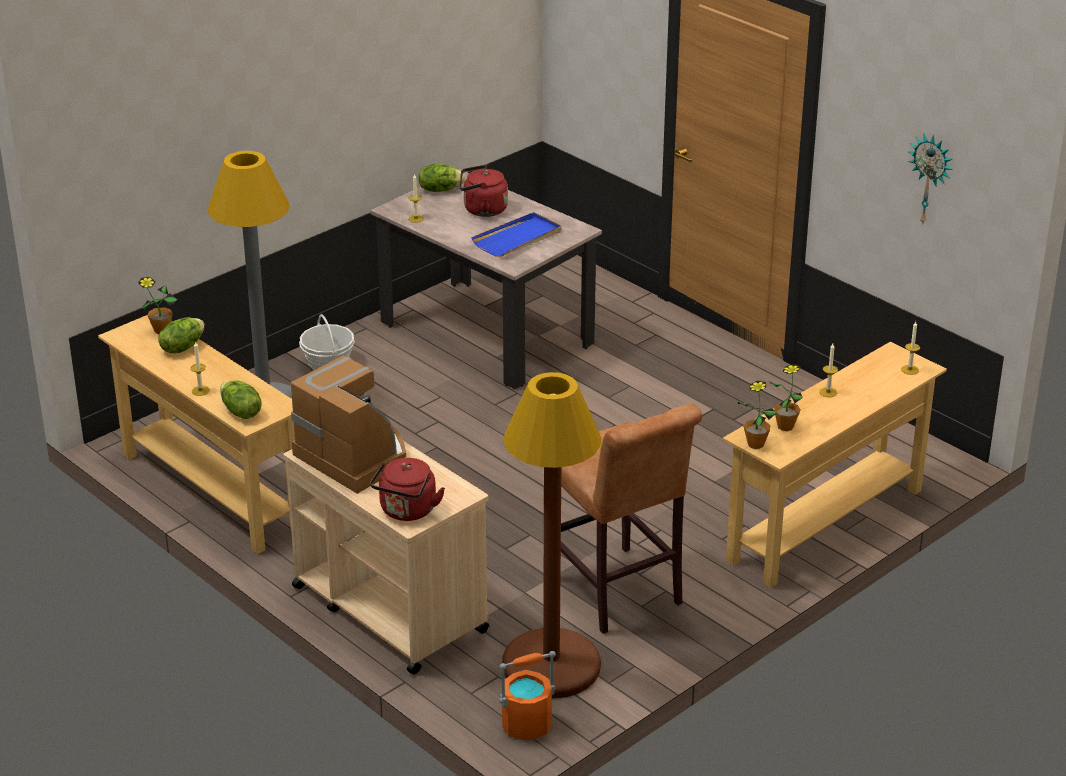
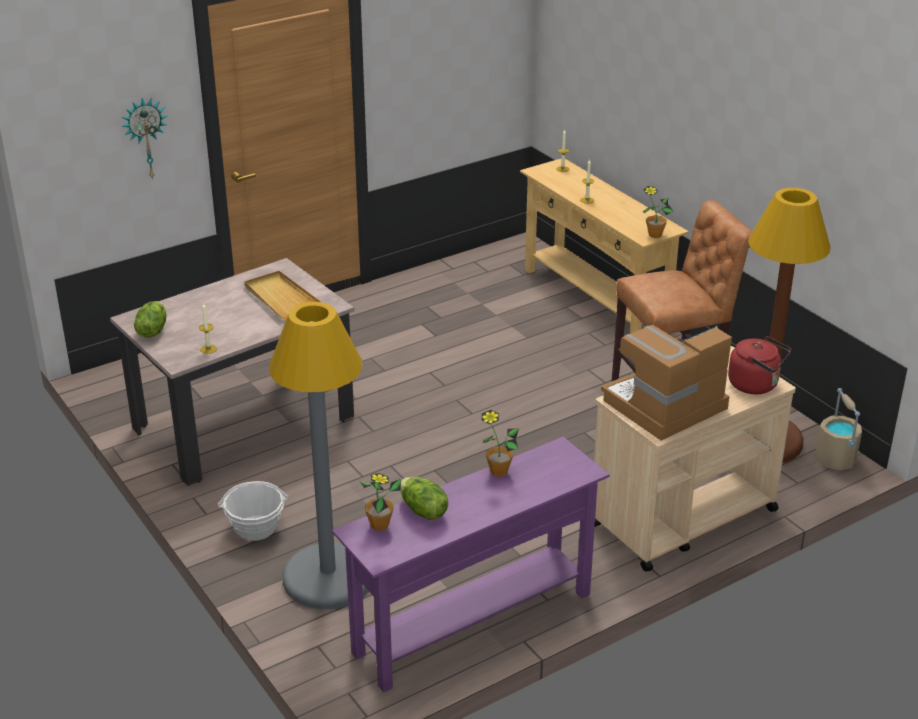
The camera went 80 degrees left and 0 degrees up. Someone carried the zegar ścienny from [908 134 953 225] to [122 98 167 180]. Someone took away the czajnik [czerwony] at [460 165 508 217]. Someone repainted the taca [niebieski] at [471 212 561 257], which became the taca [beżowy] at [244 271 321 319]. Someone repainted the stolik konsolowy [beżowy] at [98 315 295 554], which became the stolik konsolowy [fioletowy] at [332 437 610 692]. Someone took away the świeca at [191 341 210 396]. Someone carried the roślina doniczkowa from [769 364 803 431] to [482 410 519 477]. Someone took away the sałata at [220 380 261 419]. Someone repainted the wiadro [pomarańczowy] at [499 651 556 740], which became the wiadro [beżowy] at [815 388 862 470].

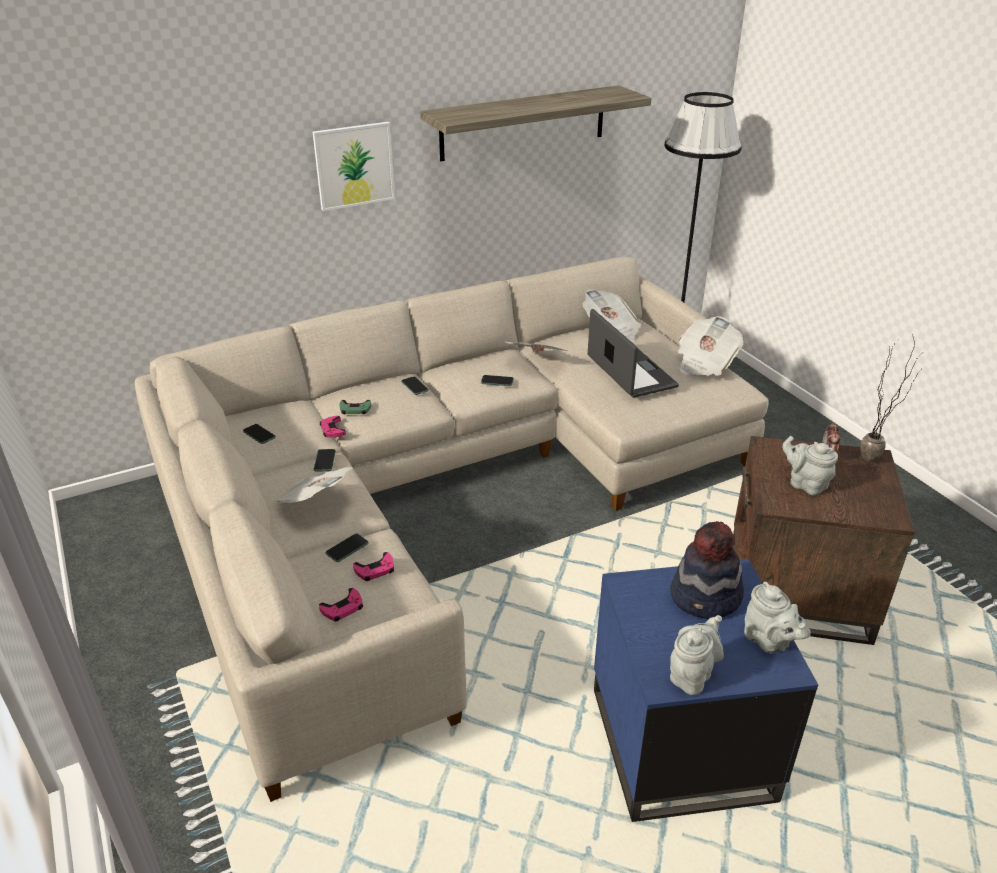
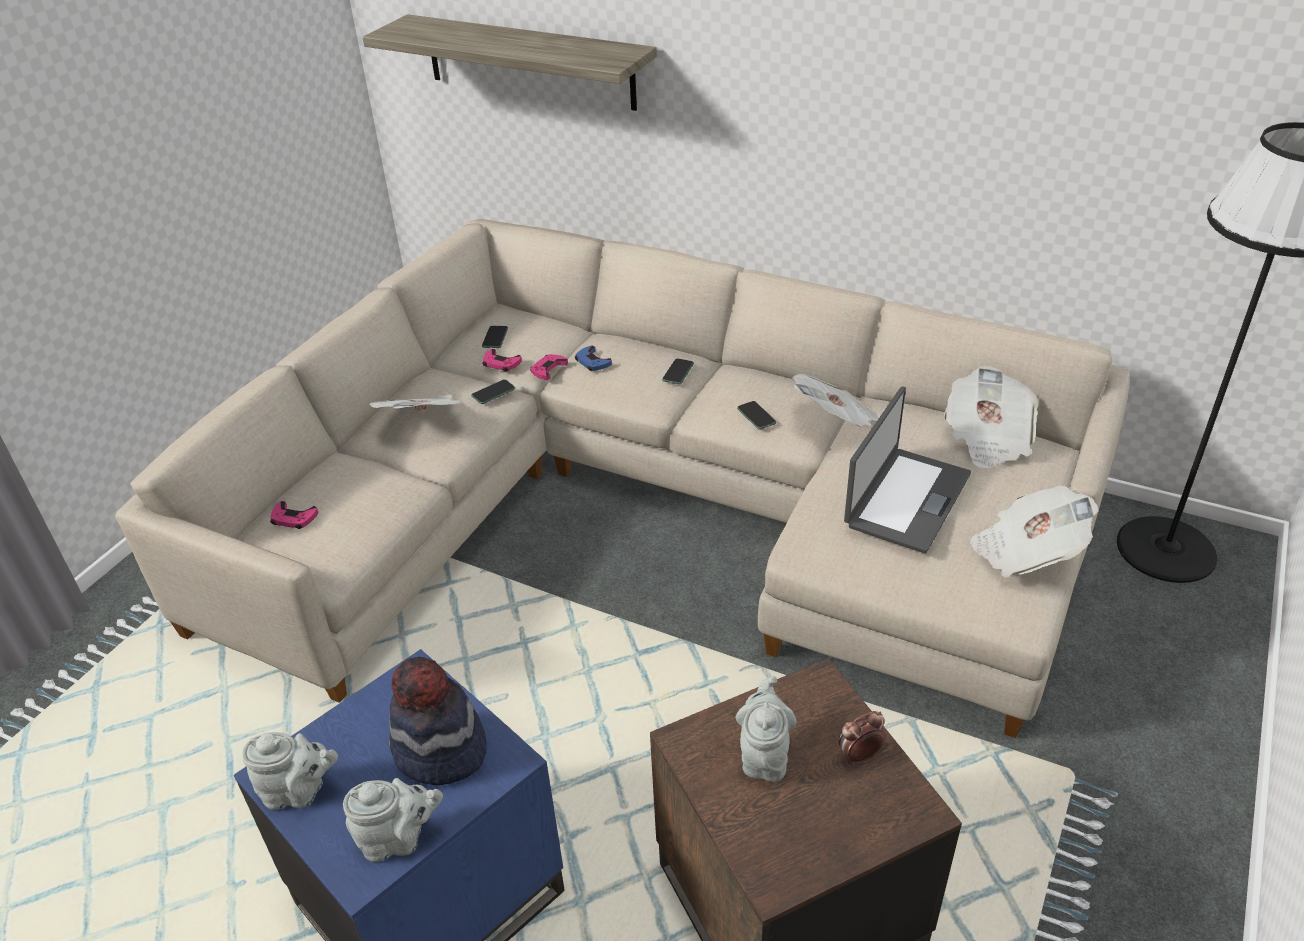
The camera went 55 degrees right and 5 degrees up. Someone carried the półka from [420 85 652 161] to [362 14 657 111]. Someone took away the obraz at [313 122 395 211]. Someone took away the roślina doniczkowa at [860 334 924 462]. Someone repainted the pad do gier [zielony] at [339 400 371 414], which became the pad do gier [niebieski] at [575 346 612 371]. Someone took away the telefon at [325 534 369 562]. Someone carried the pad do gier [różowy] from [353 552 394 581] to [482 349 522 371]. Someone rotated the imbryk [szary] at [744 582 811 654] by 120 degrees counterclockwise.

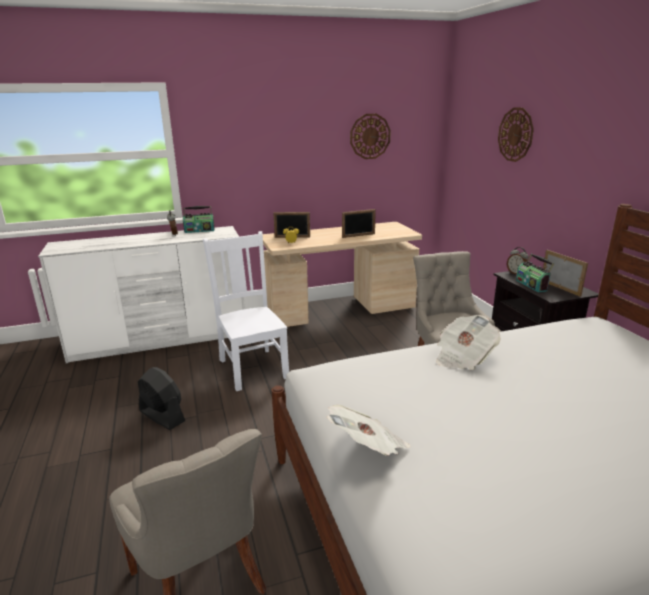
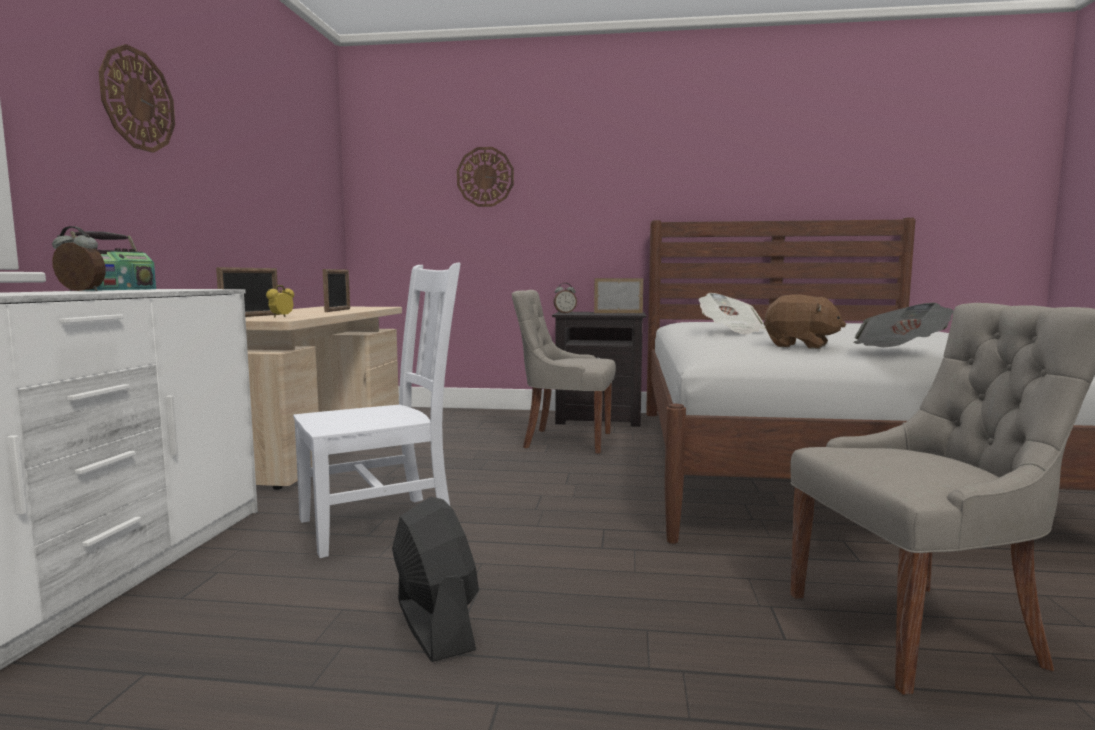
The camera went 65 degrees left and 15 degrees down. Someone carried the zegar ścienny from [350 114 391 159] to [99 44 175 153]. Someone rotated the krzesło [biały] at [203 231 289 391] by 150 degrees clockwise. Someone took away the radio at [516 254 554 292]. Someone rotated the wentylator [czarny] at [138 367 185 430] by 90 degrees clockwise. Someone put down the pluszak [brązowy] at [764 294 846 349].

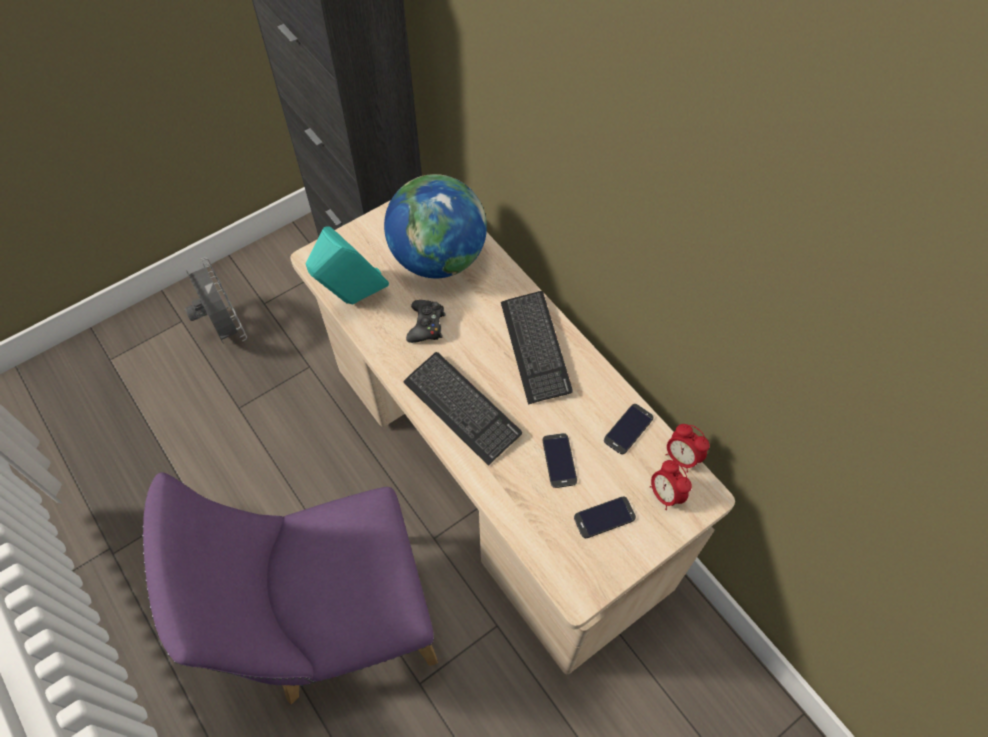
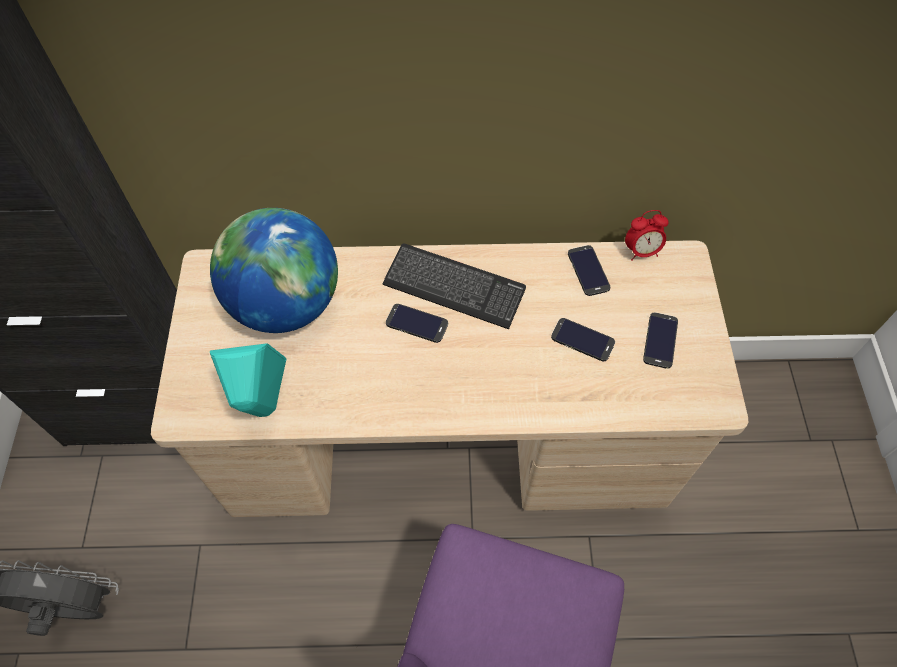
The camera went 55 degrees left and 0 degrees up. Someone took away the pad do gier [czarny] at [406 300 446 343]. Someone took away the klawiatura at [403 352 522 466]. Someone took away the budzik at [650 460 692 510]. Someone put down the telefon at [386 304 448 343].

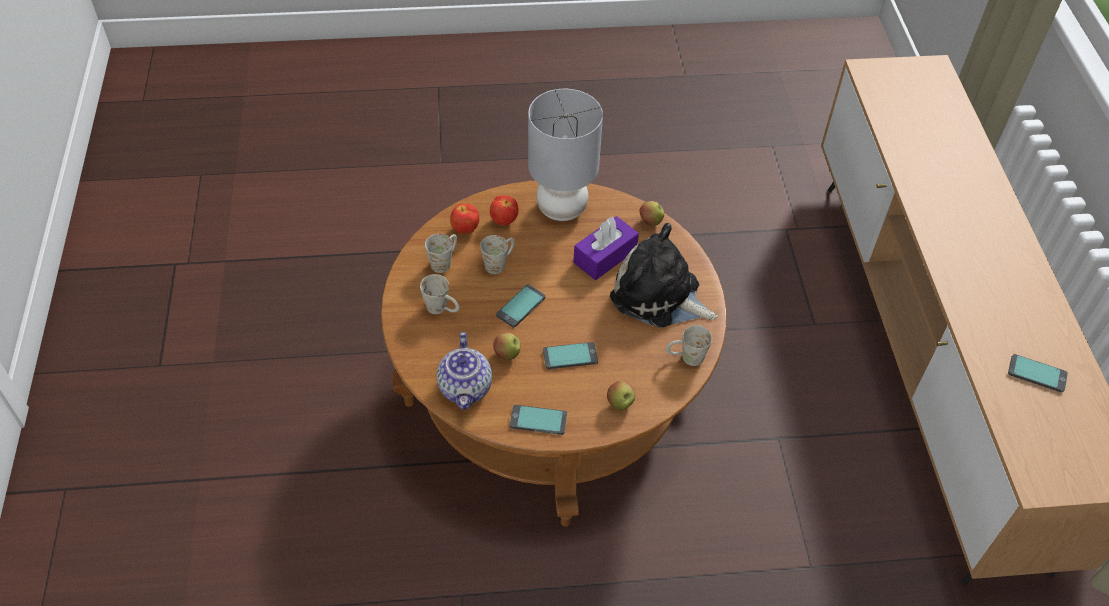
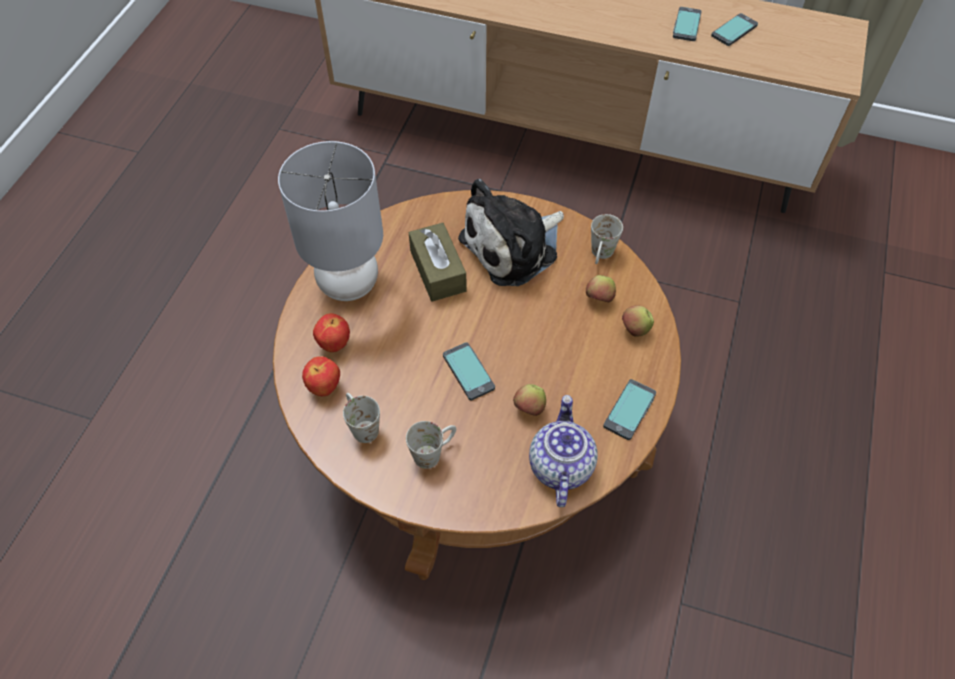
The camera went 65 degrees left and 5 degrees up. Someone carried the jabłko from [639 201 664 226] to [586 275 616 302]. Someone repainted the pudełko chusteczek [fioletowy] at [573 216 639 280], which became the pudełko chusteczek [brązowy] at [409 223 467 302]. Someone took away the kubek [biały] at [480 235 515 274]. Someone rotated the imbryk at [437 332 492 410] by 105 degrees counterclockwise. Someone carried the telefon from [543 342 598 369] to [673 7 702 41].

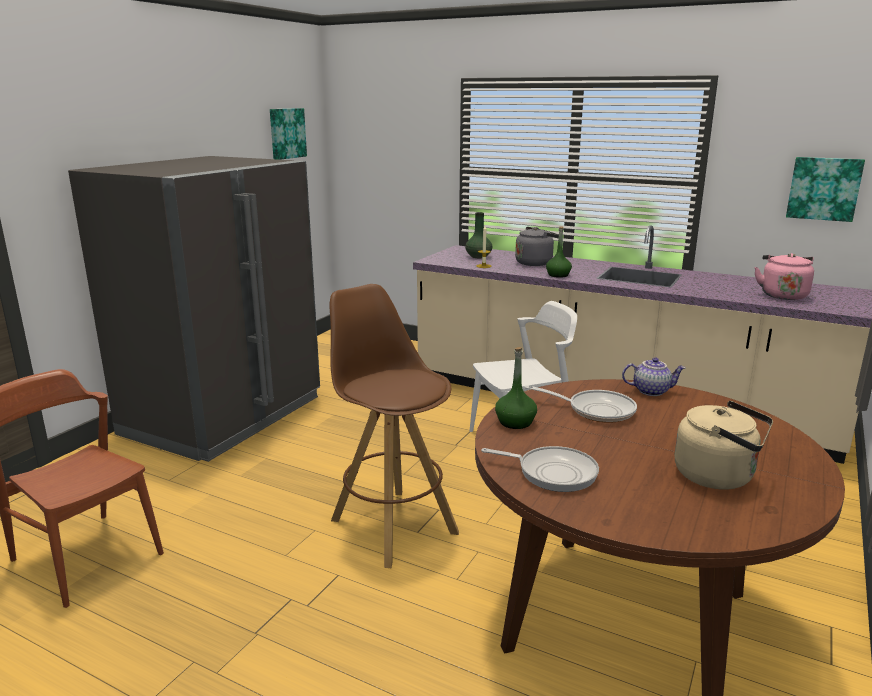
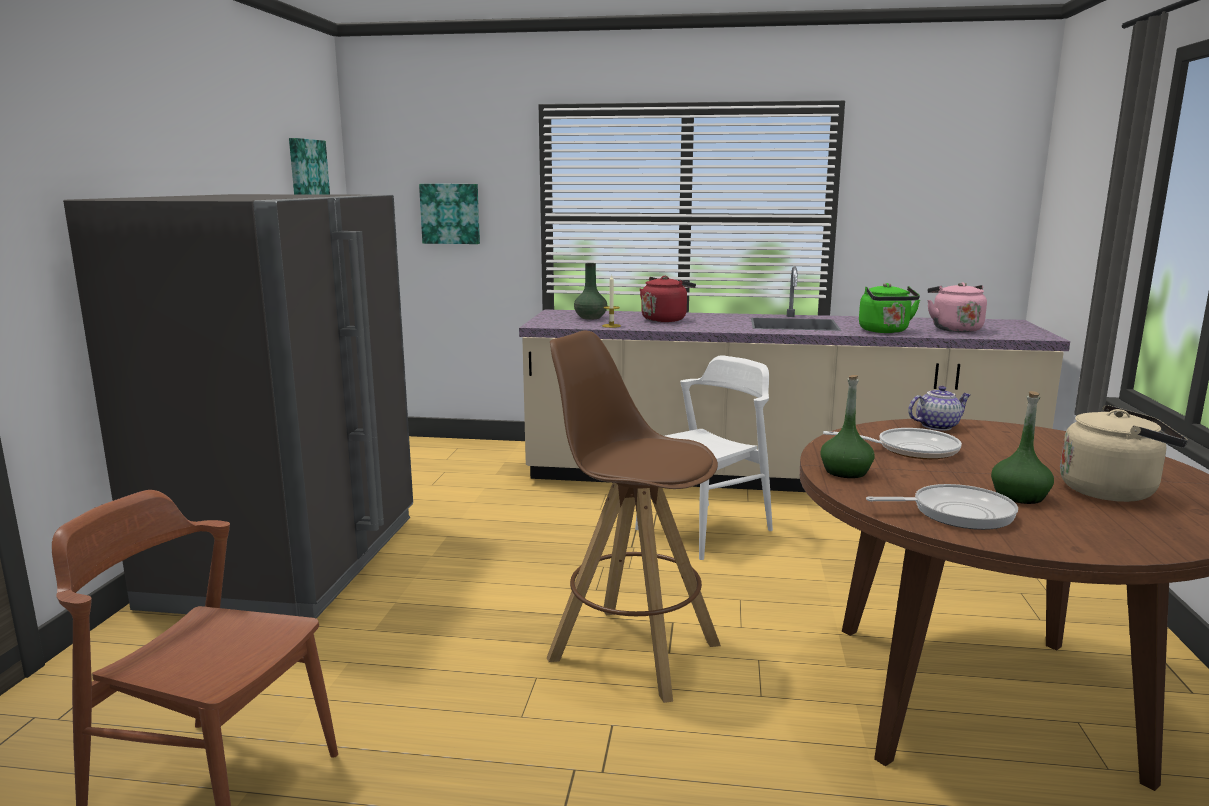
The camera went 20 degrees left and 5 degrees down. Someone carried the obraz from [786 157 865 222] to [419 184 480 244]. Someone carried the butelka [zielony] from [546 226 572 278] to [991 391 1054 504]. Someone repainted the czajnik [szary] at [515 227 559 266], which became the czajnik [czerwony] at [640 276 696 322]. Someone put down the czajnik [zielony] at [859 283 920 333].

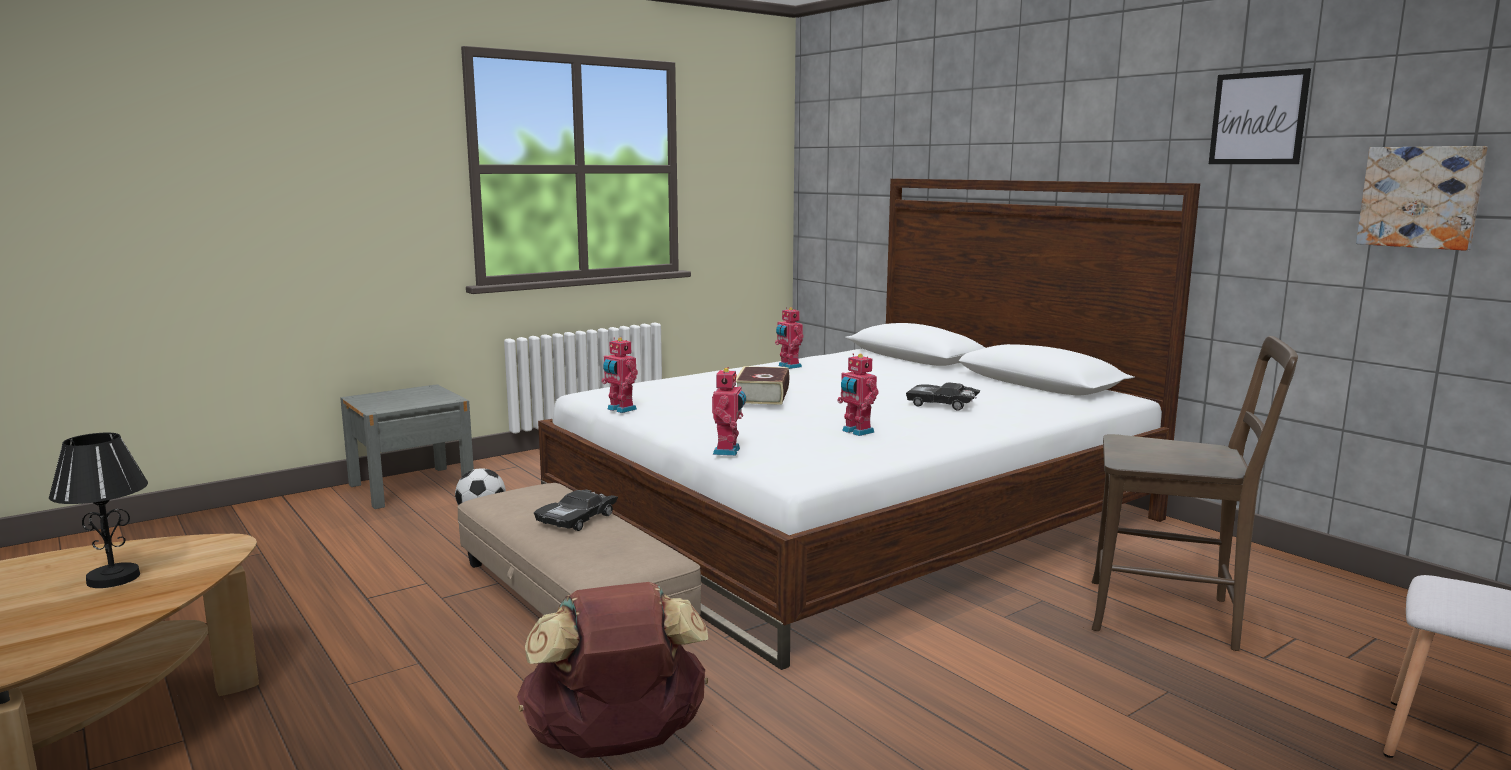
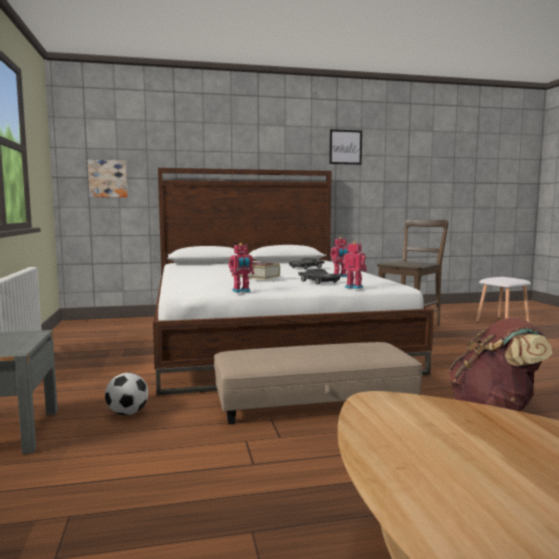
The camera went 65 degrees left and 5 degrees down. Someone carried the obraz from [1356 146 1487 251] to [88 160 128 197]. Someone took away the robot zabawkowy at [775 307 804 369]. Someone took away the lampa stołowa [czarny] at [49 433 148 588]. Someone carried the samochodzik [czarny] from [534 489 618 531] to [298 269 341 284].

